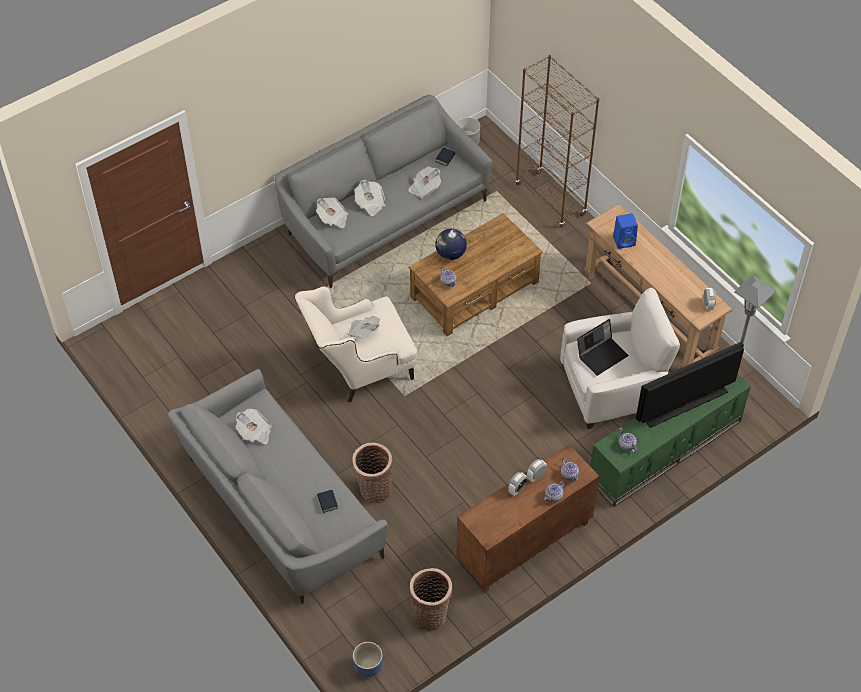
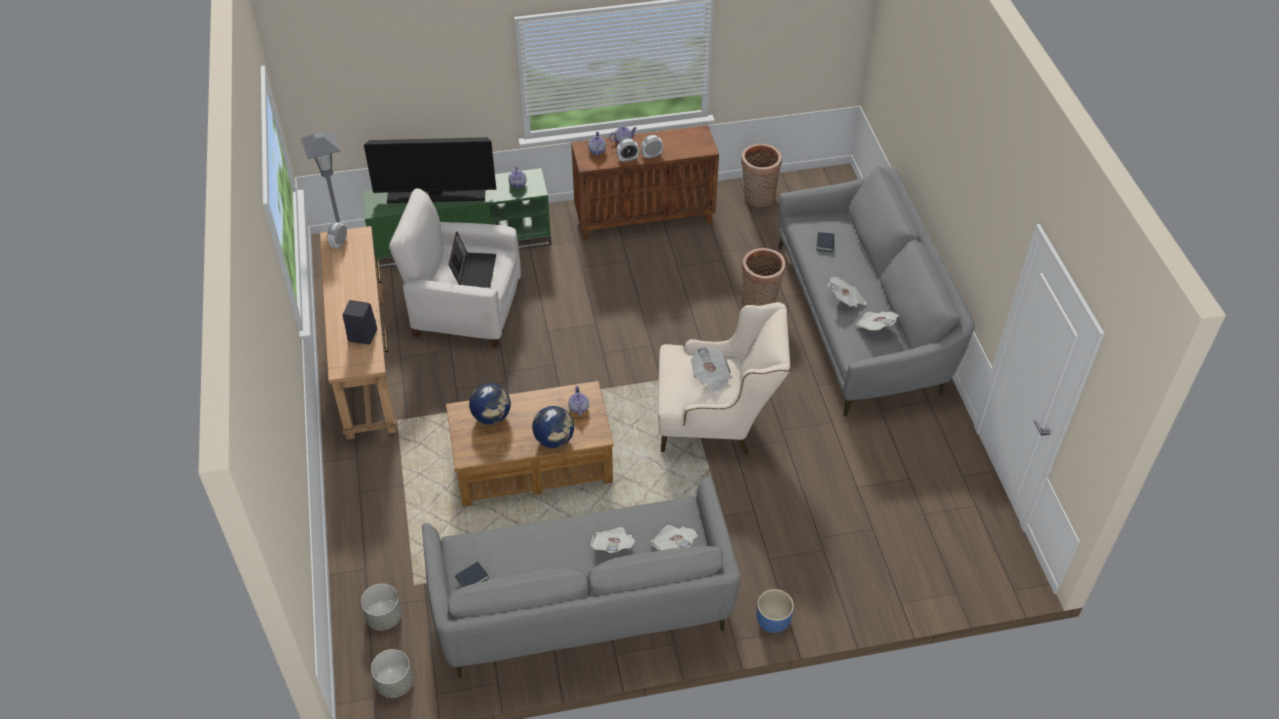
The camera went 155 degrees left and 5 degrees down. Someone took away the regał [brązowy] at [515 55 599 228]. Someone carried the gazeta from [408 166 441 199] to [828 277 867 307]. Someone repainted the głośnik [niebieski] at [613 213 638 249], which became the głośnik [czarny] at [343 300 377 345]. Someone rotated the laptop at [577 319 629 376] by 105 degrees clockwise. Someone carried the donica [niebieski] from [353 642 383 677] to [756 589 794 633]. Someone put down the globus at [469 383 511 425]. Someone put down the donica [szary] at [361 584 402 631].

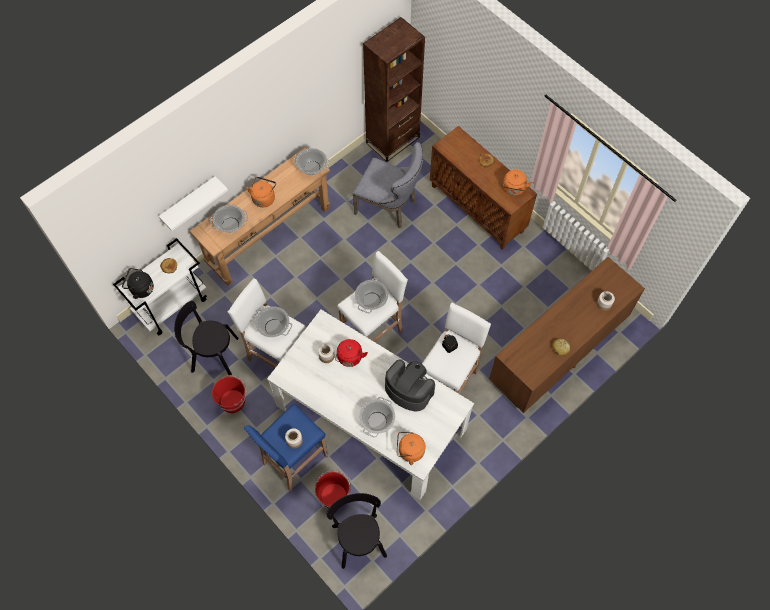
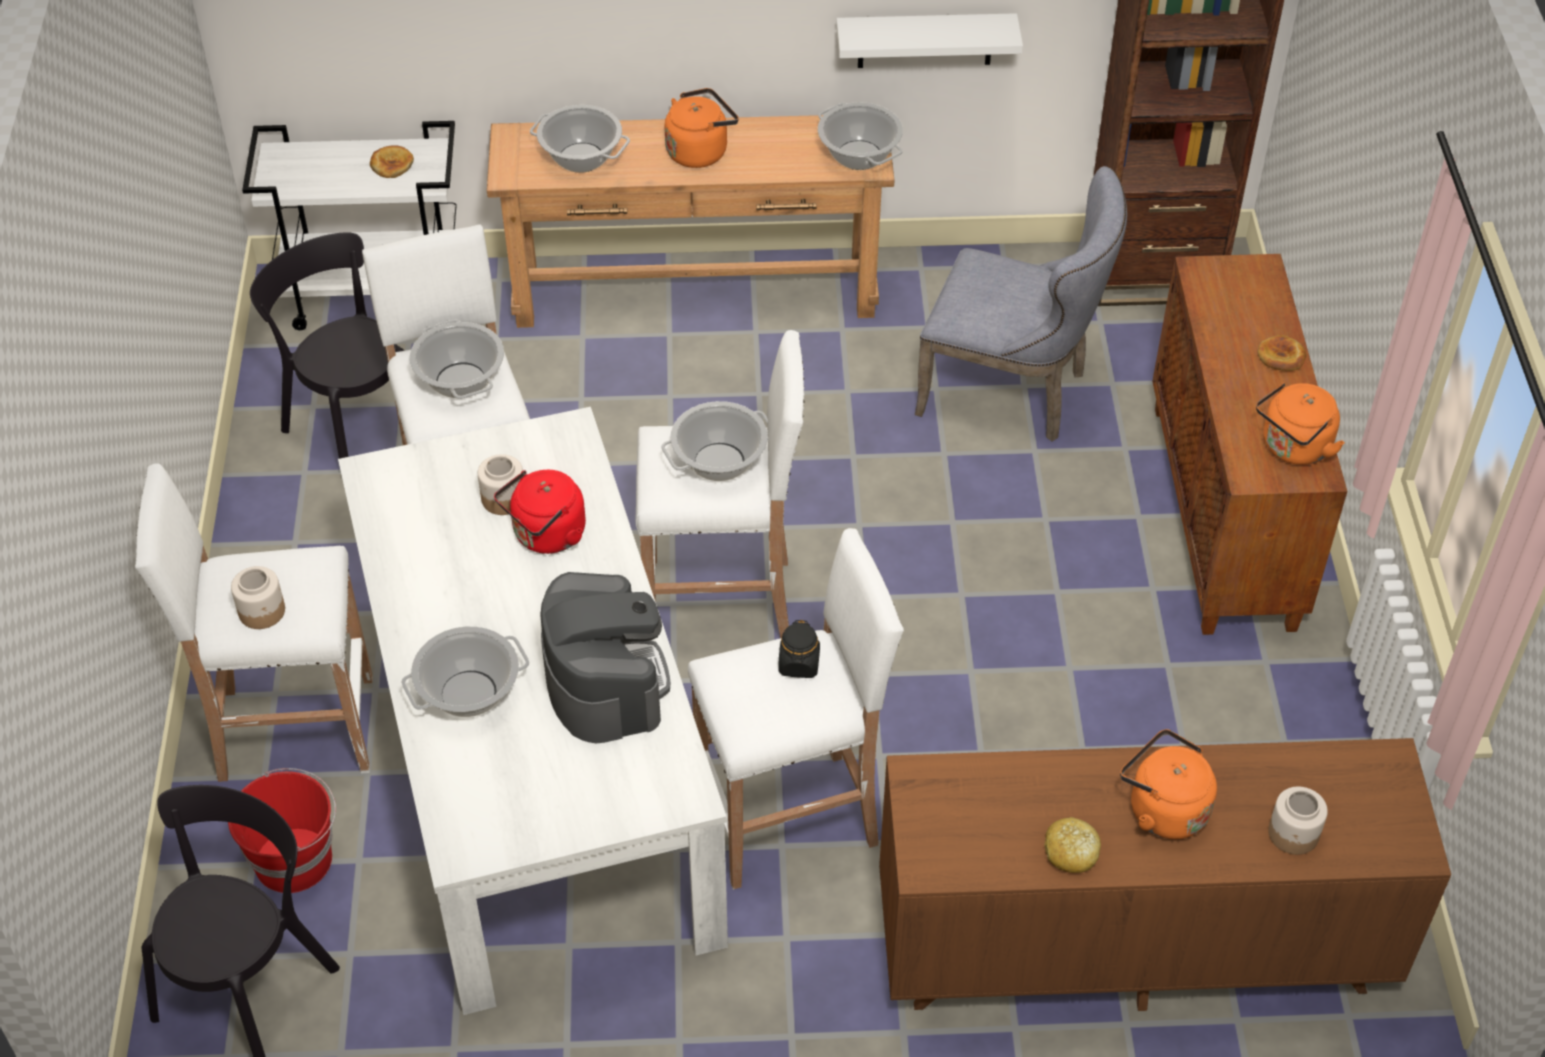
The camera went 40 degrees right and 15 degrees down. Someone rotated the krzesło [szary] at [353 142 423 229] by 45 degrees counterclockwise. Someone carried the półka [biały] from [159 176 228 231] to [836 13 1023 68]. Someone took away the czajnik [czarny] at [122 268 154 299]. Someone took away the wiadro [czerwony] at [212 375 247 413]. Someone repainted the stołek [niebieski] at [244 404 329 491], which became the stołek [biały] at [135 464 373 782]. Someone carried the czajnik [pomarańczowy] from [397 432 425 465] to [1120 729 1217 839].

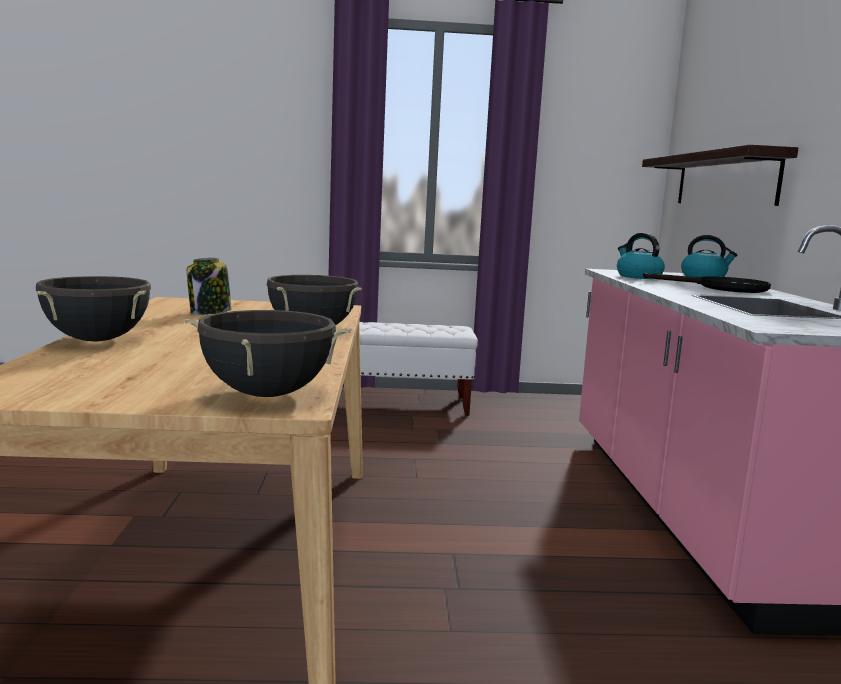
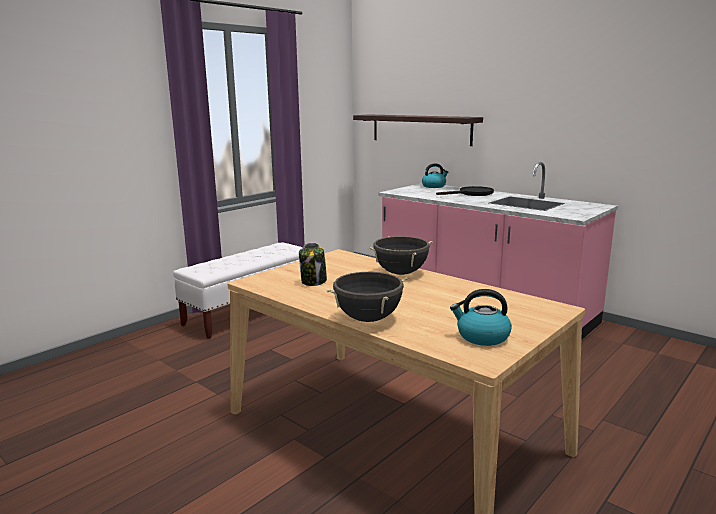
The camera went 45 degrees left and 5 degrees up. Someone carried the czajnik from [617 233 665 279] to [450 289 512 346]. Someone took away the garnek [czarny] at [185 310 352 397].

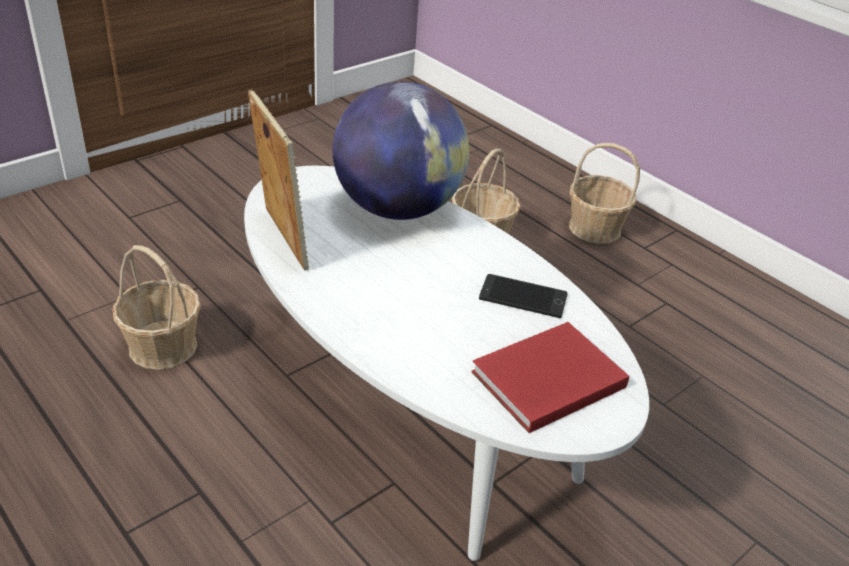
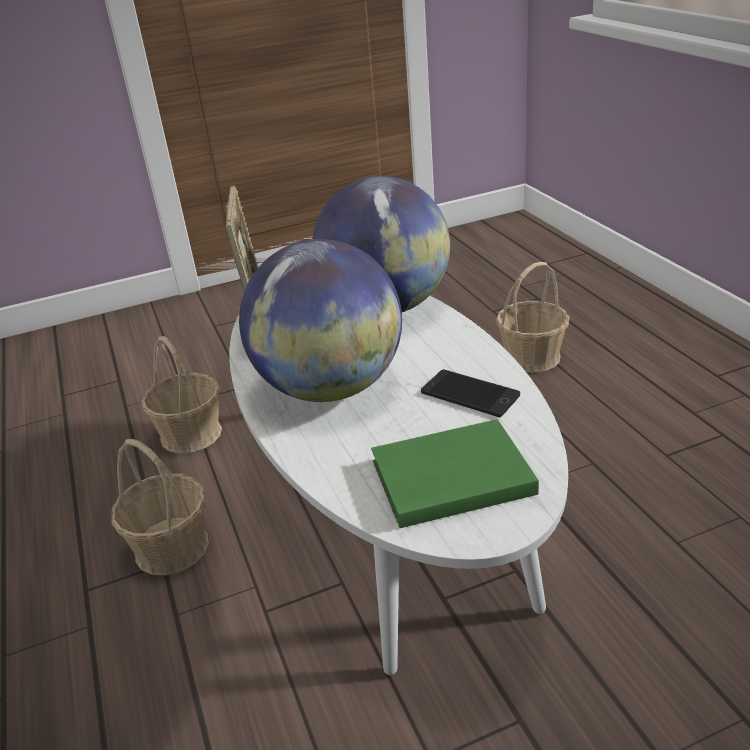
The camera went 25 degrees right and 5 degrees down. Someone carried the koszyk from [569 143 640 244] to [111 439 209 575]. Someone repainted the książka [czerwony] at [471 322 629 433], which became the książka [zielony] at [371 419 539 528]. Someone put down the globus at [239 239 402 402].

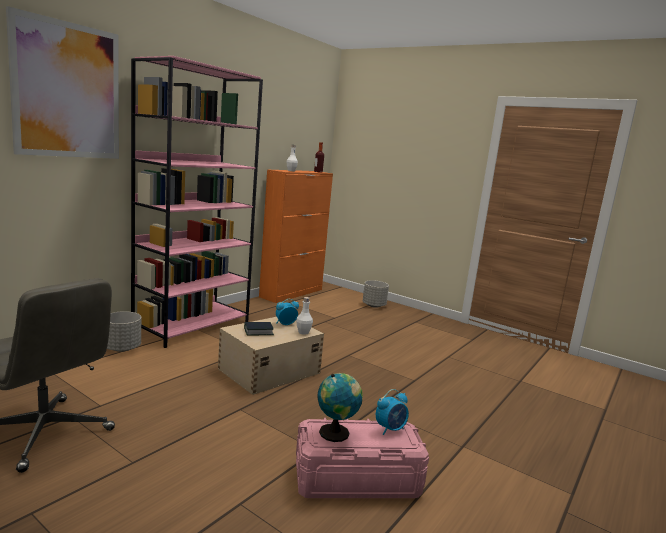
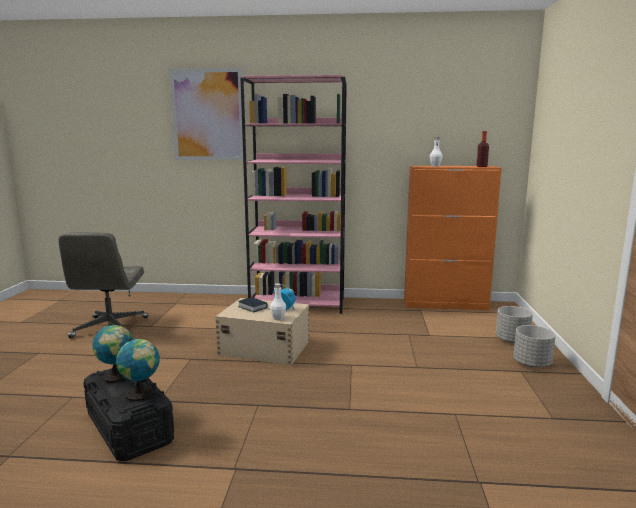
The camera went 60 degrees right and 0 degrees up. Someone carried the donica [szary] from [107 311 141 352] to [513 325 556 367]. Someone swapped the budzik at [376 389 409 435] for the globus at [116 338 160 401]. Someone repainted the pojemnik do przechowywania [różowy] at [296 418 429 498], which became the pojemnik do przechowywania [czarny] at [83 368 174 461].

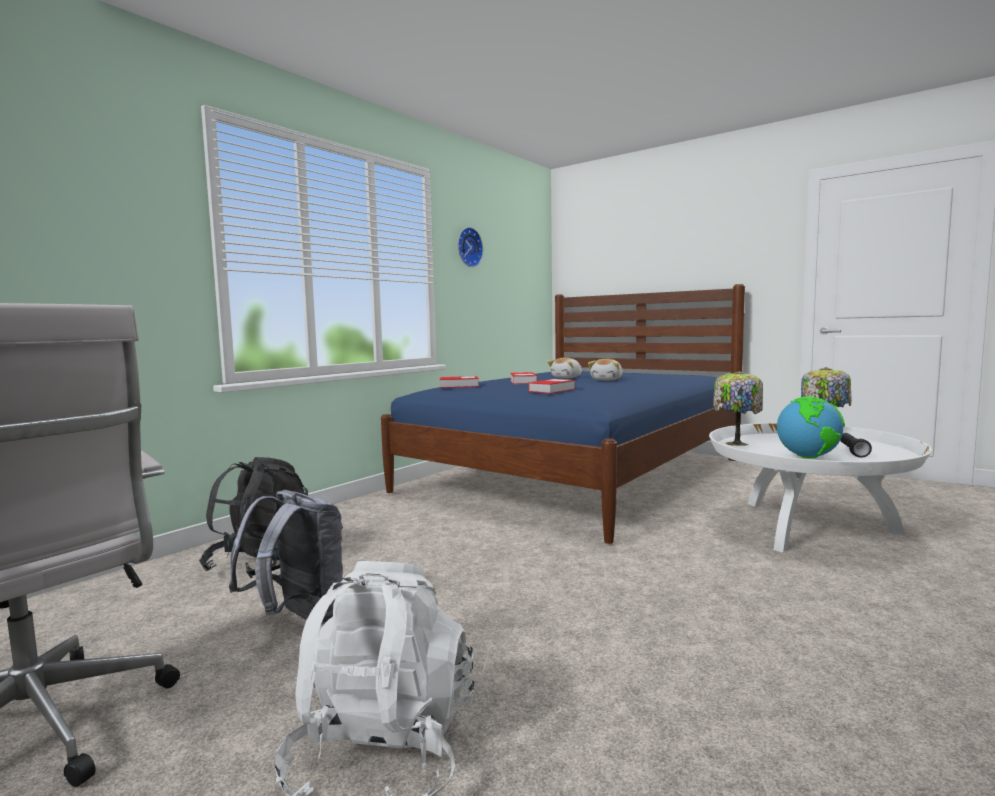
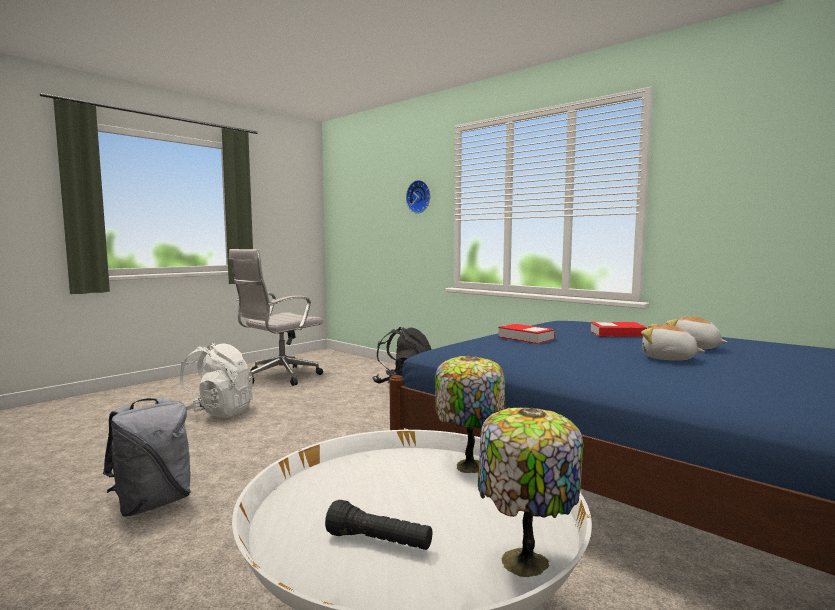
The camera went 95 degrees right and 0 degrees up. Someone carried the zegar ścienny from [458 227 483 267] to [406 180 430 214]. Someone took away the książka at [440 376 479 388]. Someone took away the globus at [777 396 845 459]. Someone carried the plecak [szary] from [229 490 343 624] to [103 398 191 517].

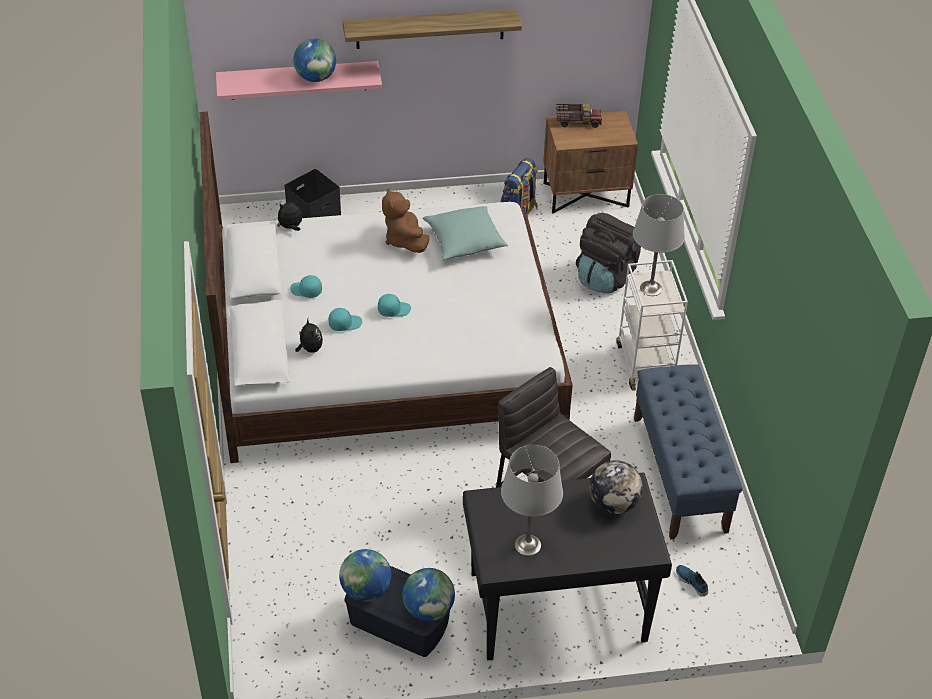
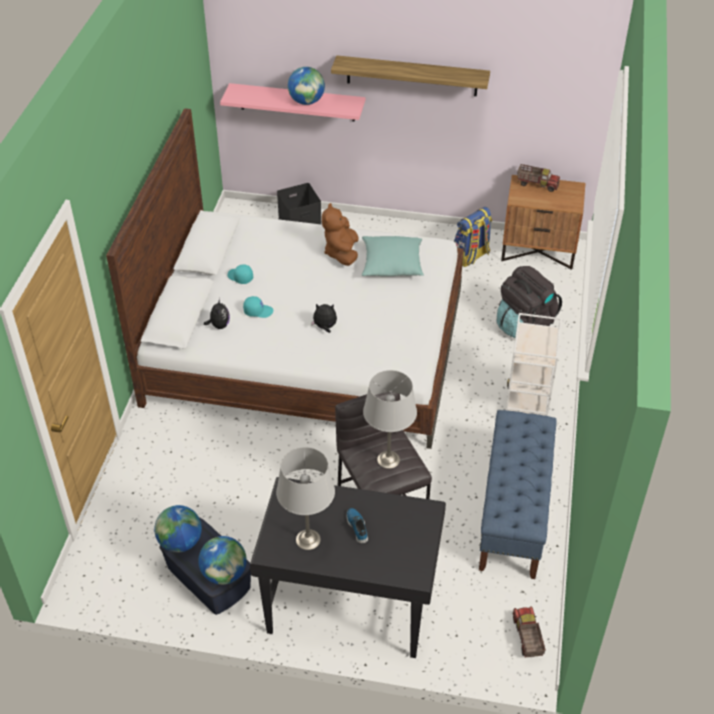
The camera went 20 degrees right and 0 degrees up. Someone carried the lampa stołowa [szary] from [633 194 685 296] to [363 370 417 469]. Someone carried the pluszak from [277 200 302 231] to [311 304 337 333]. Someone took away the czapka z daszkiem [turkusowy] at [378 294 411 317]. Someone took away the globus at [589 460 643 514]. Someone carried the but from [676 565 709 596] to [346 508 368 543]. Someone put down the ciężarówka zabawkowa at [513 606 546 657].

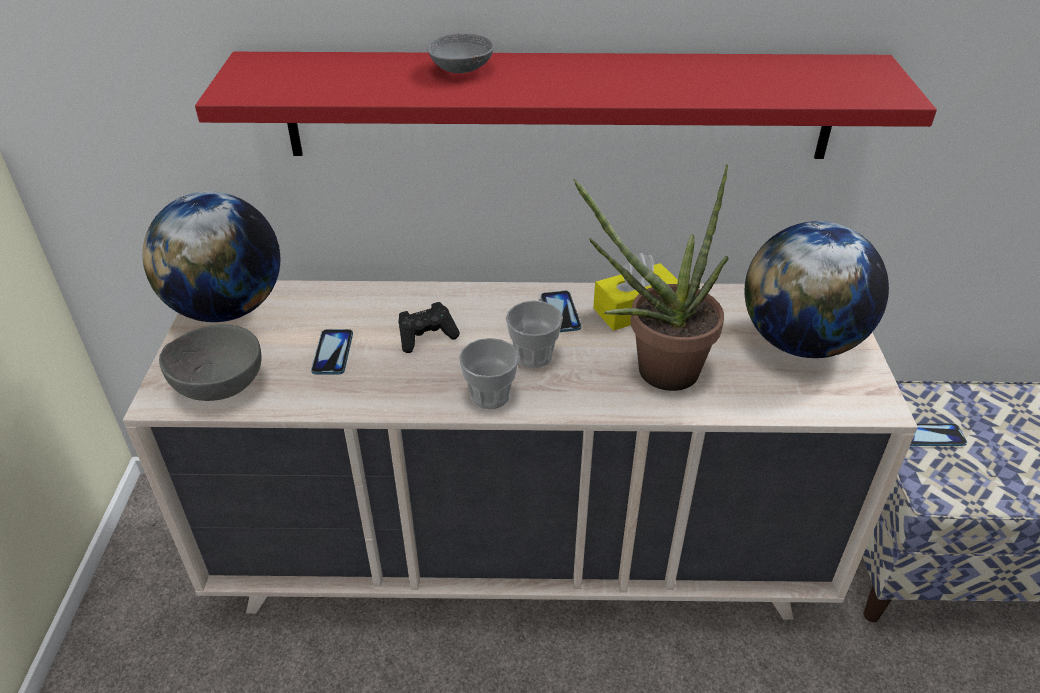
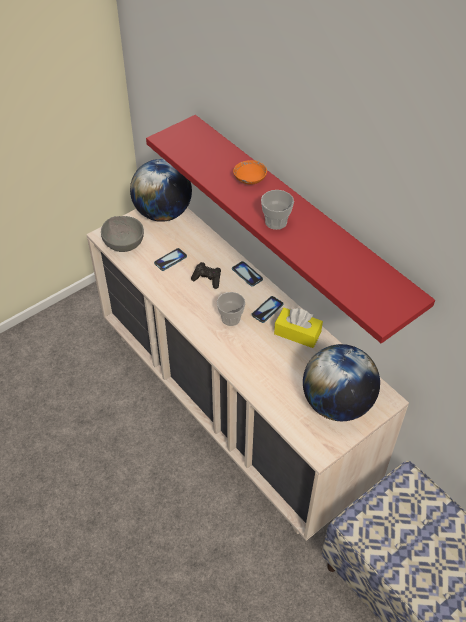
The camera went 50 degrees right and 10 degrees up. Someone repainted the miska [szary] at [427 34 494 73], which became the miska [pomarańczowy] at [233 160 267 185]. Someone took away the roślina doniczkowa at [573 164 729 391]. Someone carried the filiżanka from [459 338 519 409] to [261 190 294 230]. Someone carried the telefon from [910 423 967 446] to [232 261 263 286].

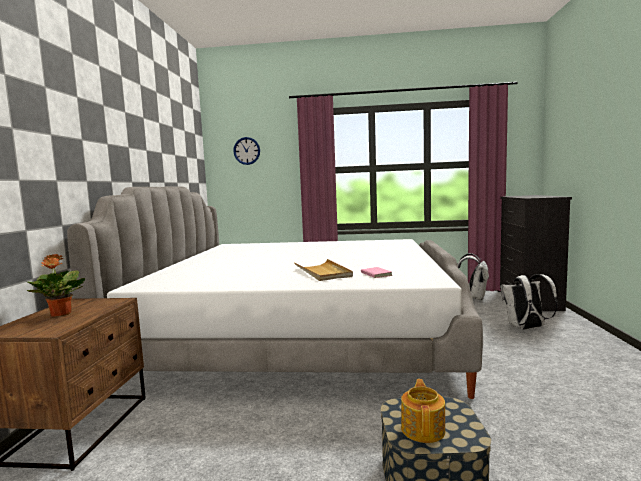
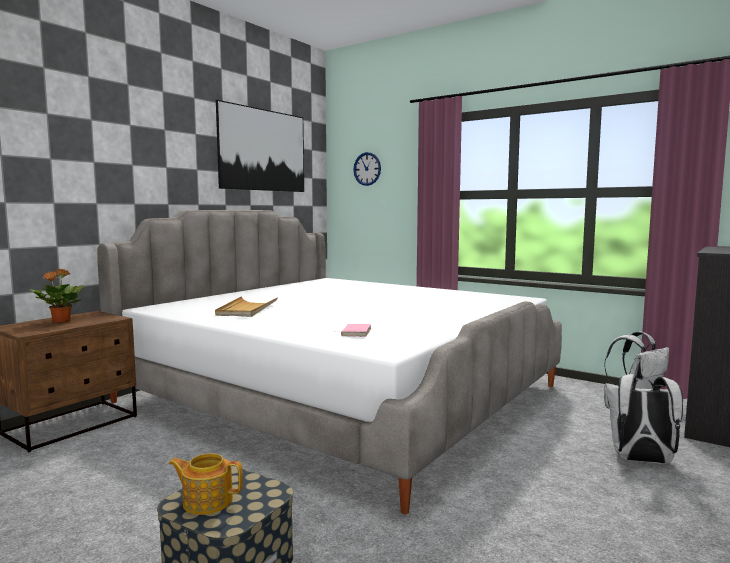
The camera went 30 degrees right and 0 degrees up. Someone carried the taca [beżowy] from [294 259 353 281] to [215 296 278 317]. Someone rotated the imbryk at [401 379 445 443] by 120 degrees counterclockwise. Someone put up the obraz at [216 100 304 192].

